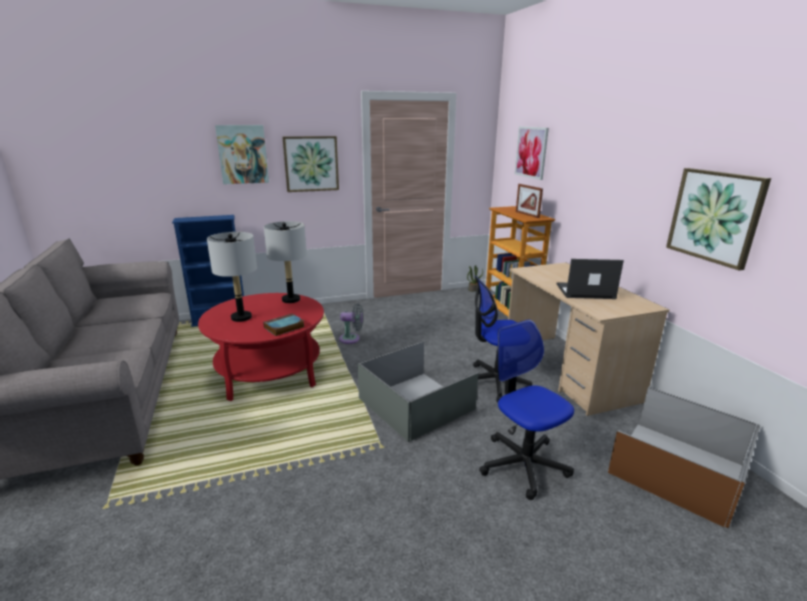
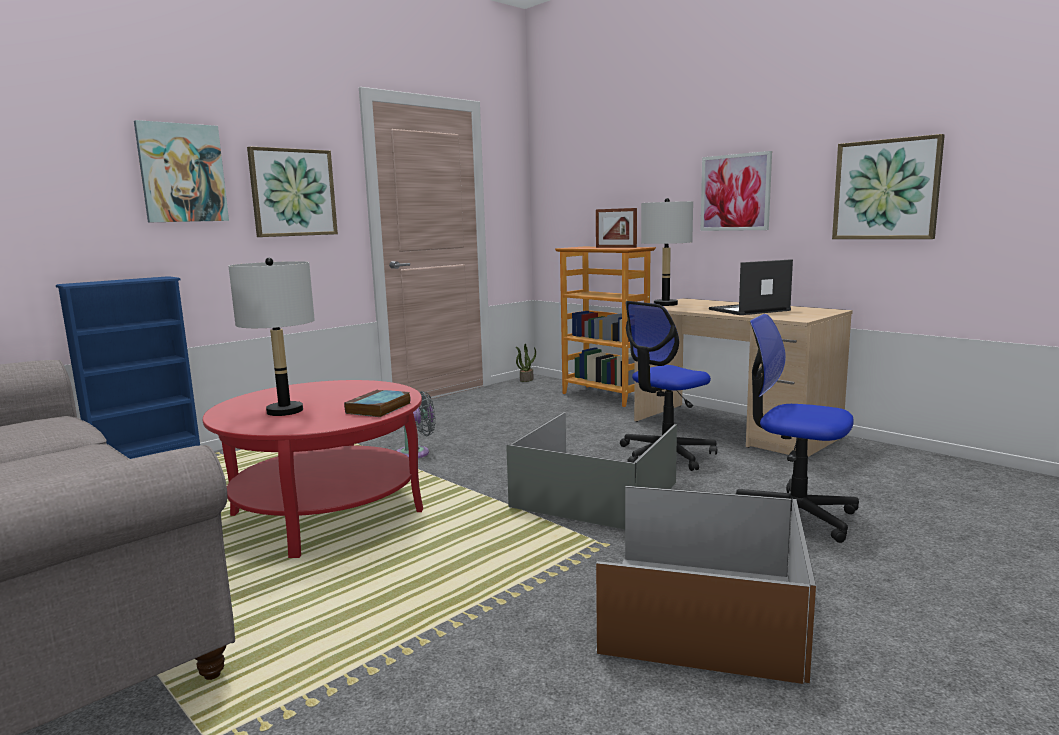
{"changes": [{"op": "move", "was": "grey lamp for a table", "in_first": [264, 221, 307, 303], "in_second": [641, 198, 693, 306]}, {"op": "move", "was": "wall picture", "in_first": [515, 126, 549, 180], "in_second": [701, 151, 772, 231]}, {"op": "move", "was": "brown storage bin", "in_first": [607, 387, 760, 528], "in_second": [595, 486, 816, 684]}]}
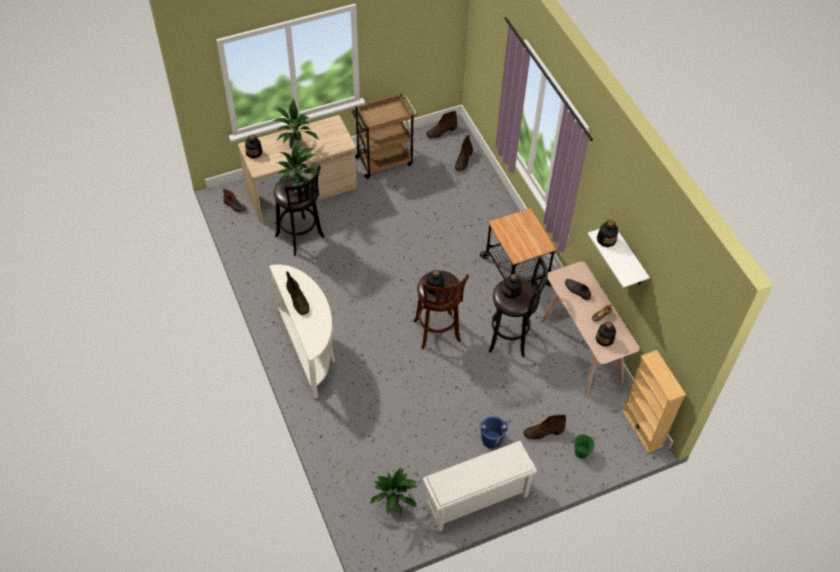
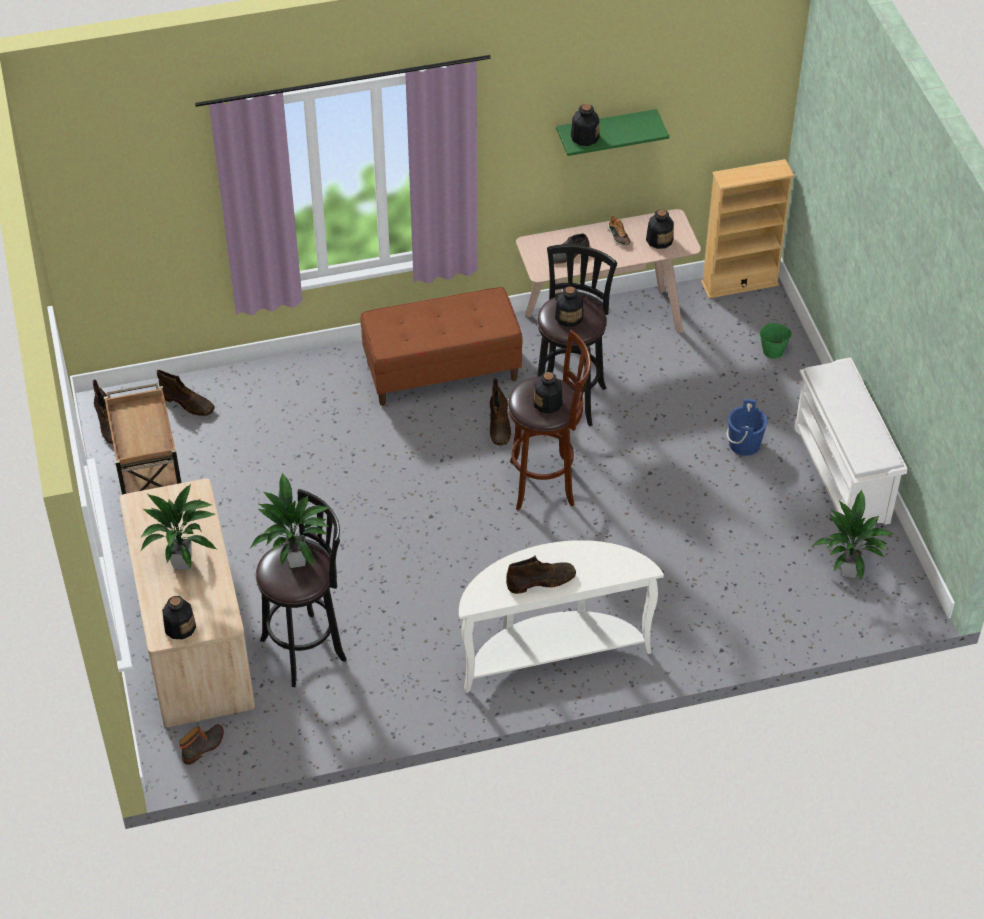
{"changes": [{"op": "move", "was": "brown tall boot", "in_first": [524, 415, 566, 440], "in_second": [490, 378, 511, 446]}, {"op": "replace", "was": "wheeled cart", "now": "brown long seat", "in_first": [480, 208, 557, 286], "in_second": [360, 287, 523, 406]}, {"op": "recolor", "was": "white wall shelf", "now": "green-coloured wall shelf", "in_first": [588, 229, 650, 288], "in_second": [556, 109, 669, 156]}]}
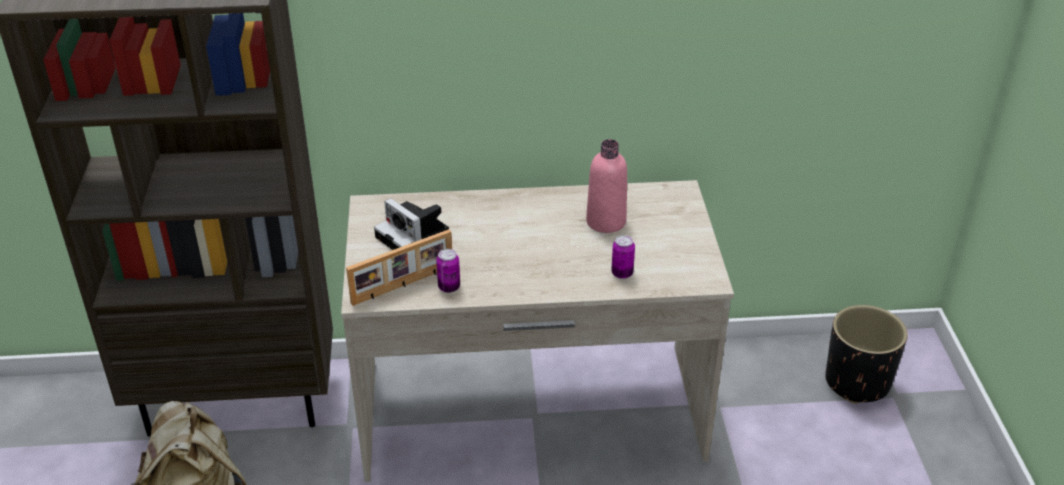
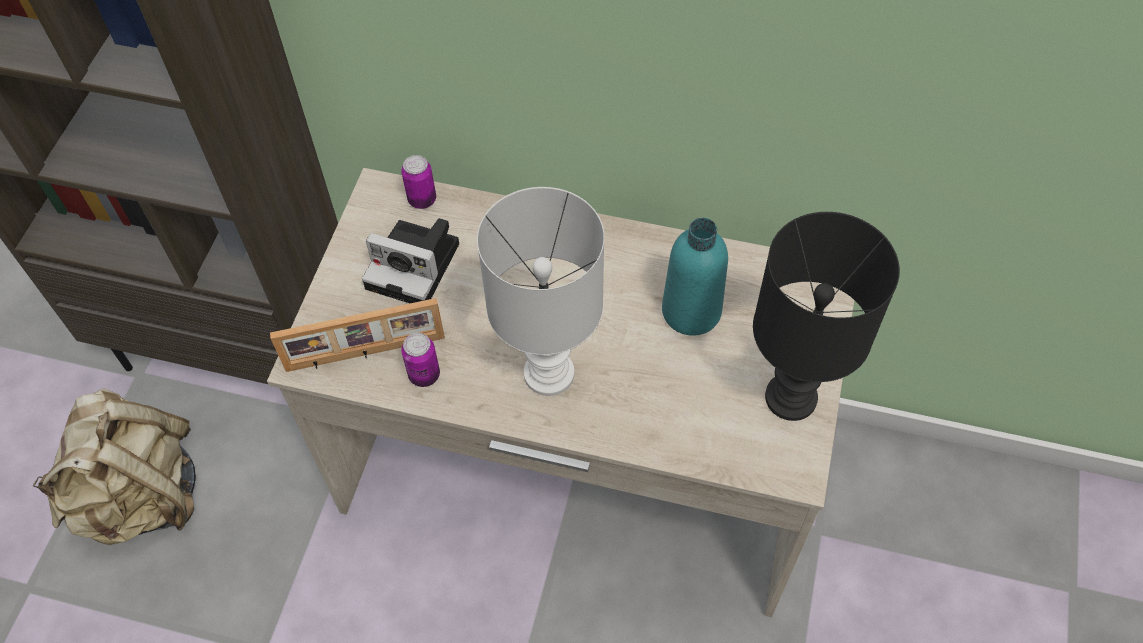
{"changes": [{"op": "delete", "was": "blackish planter", "in_first": [825, 305, 908, 404]}, {"op": "insert", "now": "white lamp for a table", "in_second": [477, 187, 604, 396]}, {"op": "insert", "now": "blackish lamp for a table", "in_second": [753, 212, 900, 421]}, {"op": "move", "was": "sealed can", "in_first": [611, 235, 635, 279], "in_second": [401, 155, 436, 209]}, {"op": "recolor", "was": "pink beverage bottle", "now": "blue-green beverage bottle", "in_first": [586, 139, 627, 233], "in_second": [662, 218, 728, 336]}, {"op": "rotate", "was": "photo camera", "in_first": [374, 198, 449, 250], "in_second": [362, 218, 459, 303], "clockwise": -45}]}
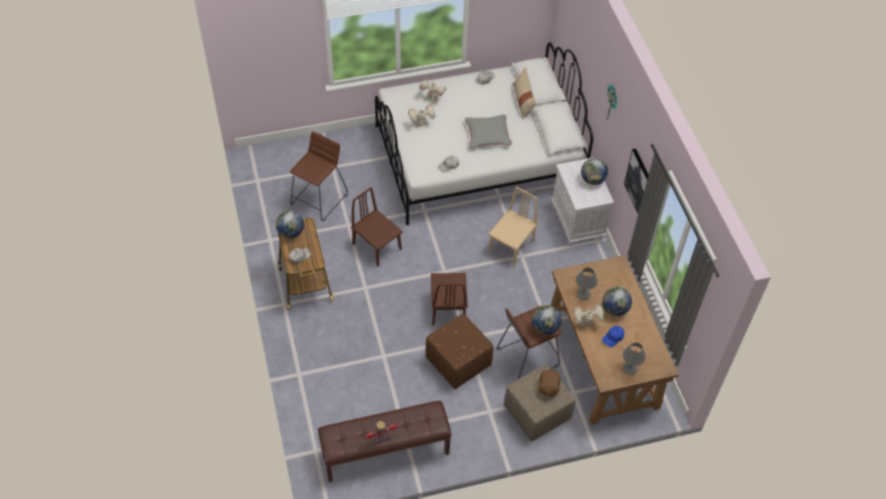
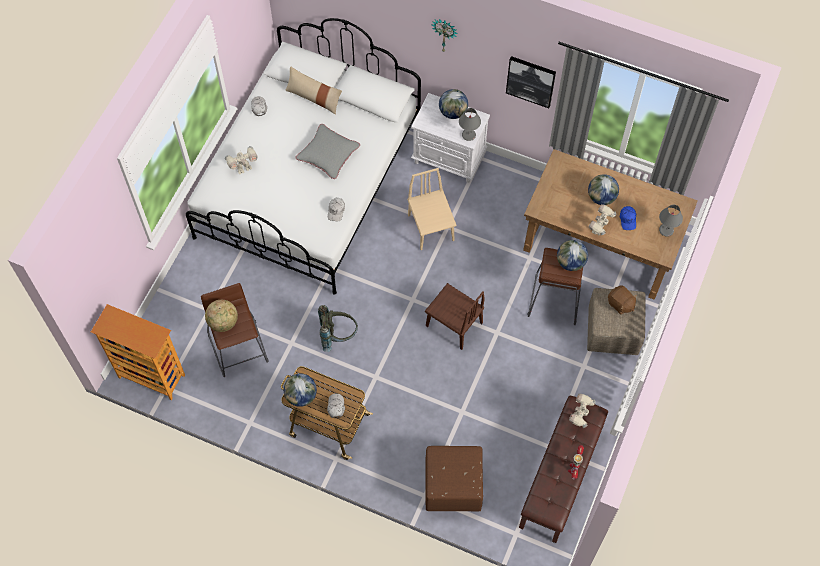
{"changes": [{"op": "insert", "now": "shelving unit", "in_second": [91, 304, 185, 400]}, {"op": "insert", "now": "world globe", "in_second": [205, 300, 238, 332]}, {"op": "move", "was": "toy robot", "in_first": [408, 105, 436, 127], "in_second": [569, 394, 596, 428]}, {"op": "move", "was": "brown ottoman", "in_first": [425, 314, 494, 389], "in_second": [426, 446, 483, 511]}, {"op": "move", "was": "grey lamp for a table", "in_first": [576, 267, 598, 300], "in_second": [459, 108, 481, 141]}, {"op": "replace", "was": "brown plain chair", "now": "grey backpack", "in_first": [351, 187, 403, 267], "in_second": [318, 305, 358, 352]}]}
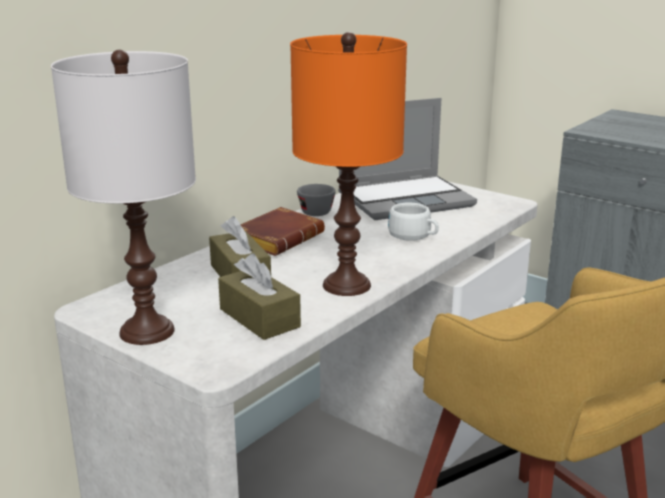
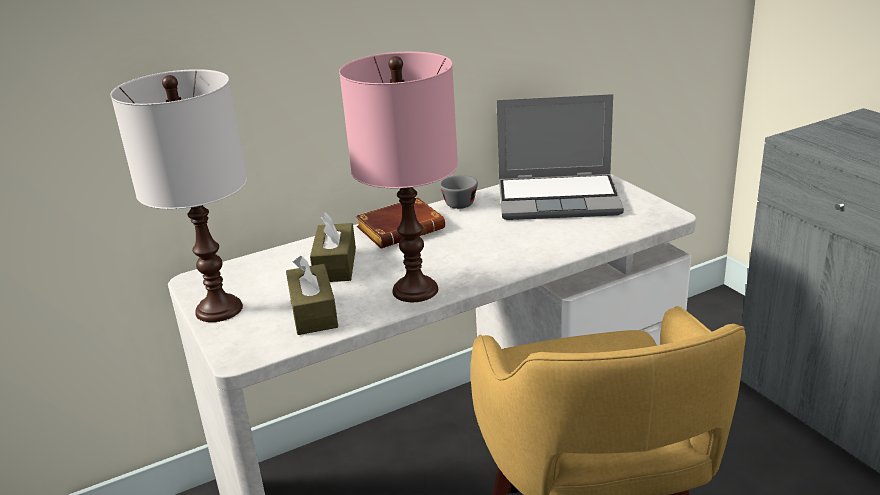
{"changes": [{"op": "delete", "was": "white cup", "in_first": [388, 203, 439, 241]}, {"op": "recolor", "was": "orange lamp for a table", "now": "pink lamp for a table", "in_first": [290, 32, 407, 296], "in_second": [339, 52, 458, 302]}]}
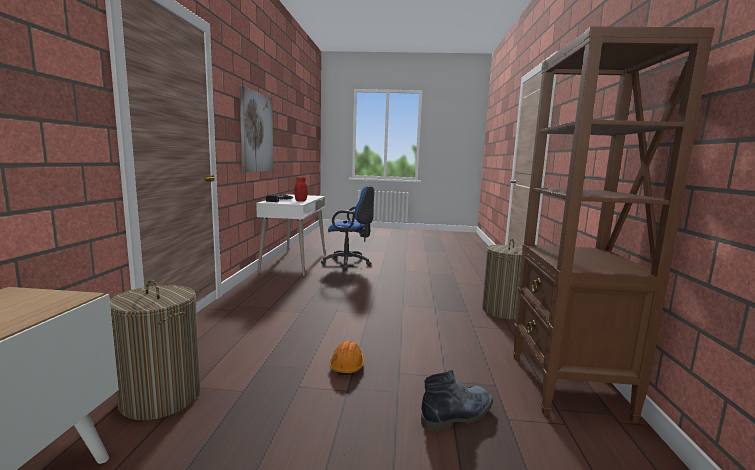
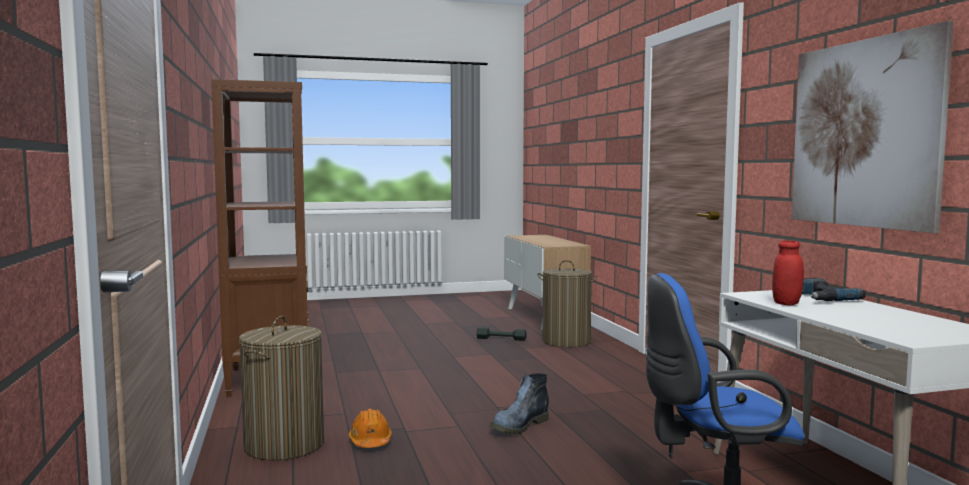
{"changes": [{"op": "insert", "now": "grey hand weight", "in_second": [477, 327, 527, 341]}, {"op": "move", "was": "orange work helmet", "in_first": [329, 341, 365, 375], "in_second": [349, 409, 392, 448]}, {"op": "move", "was": "tall boot", "in_first": [421, 370, 493, 432], "in_second": [489, 373, 549, 435]}]}
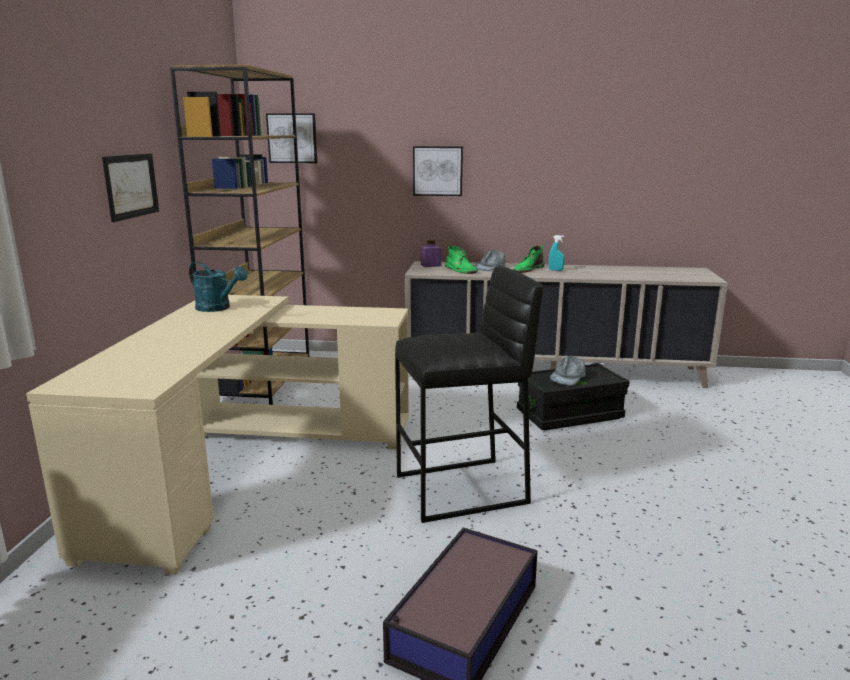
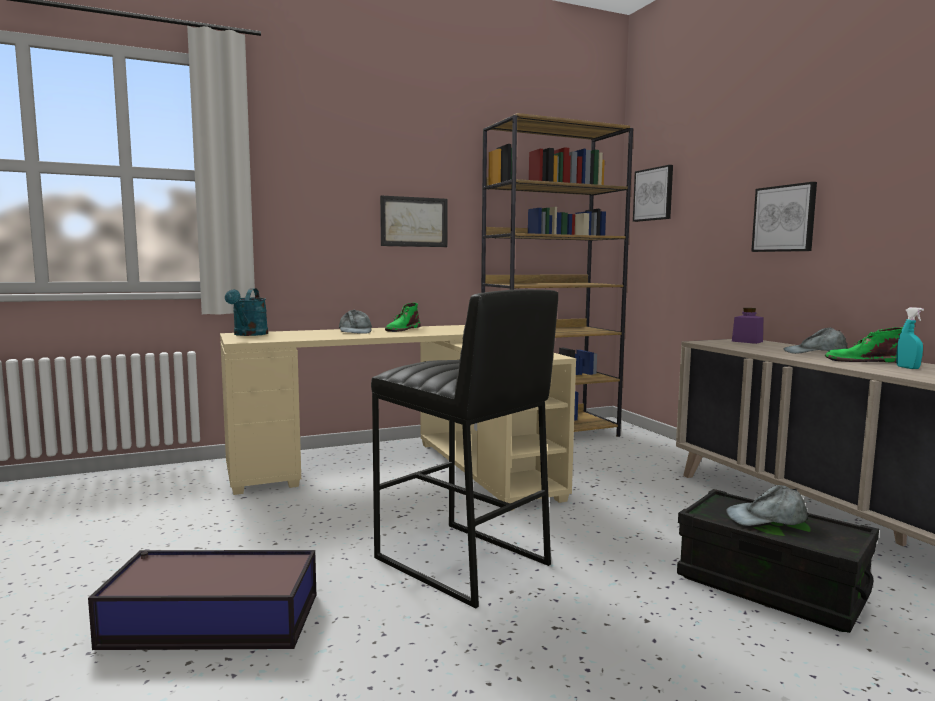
{"changes": [{"op": "insert", "now": "grey cap", "in_second": [339, 310, 372, 334]}, {"op": "move", "was": "blue-green watering can", "in_first": [189, 261, 247, 312], "in_second": [225, 288, 268, 336]}, {"op": "move", "was": "green-coloured tall boot", "in_first": [445, 246, 478, 274], "in_second": [385, 303, 421, 332]}]}
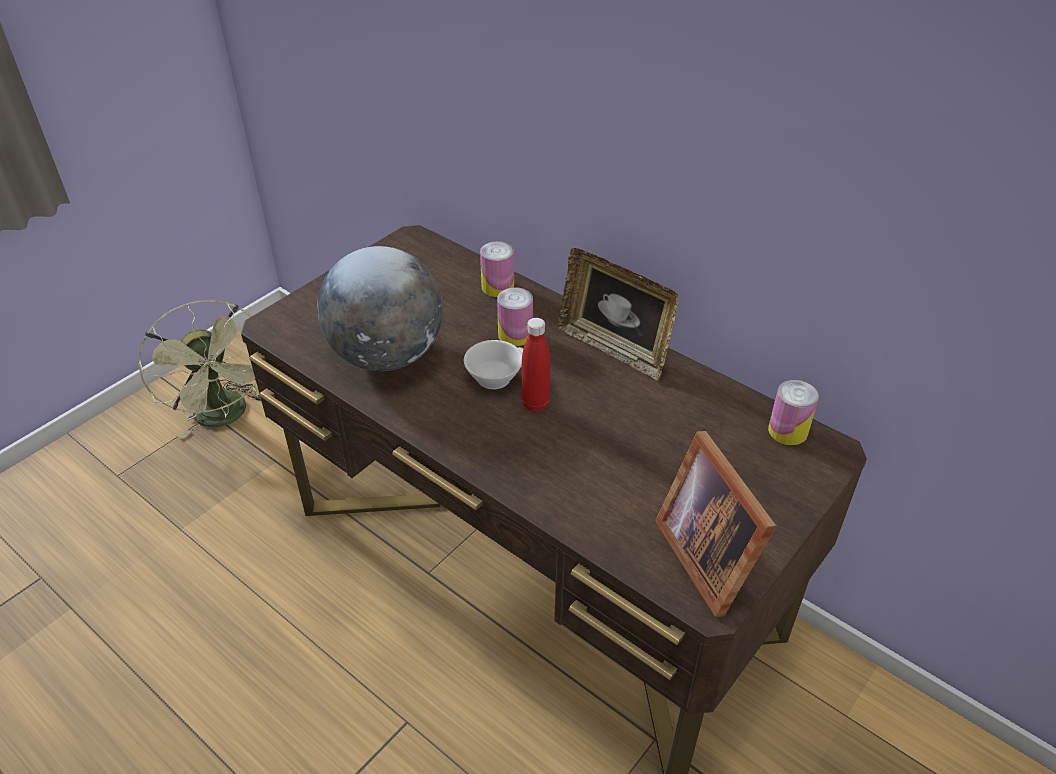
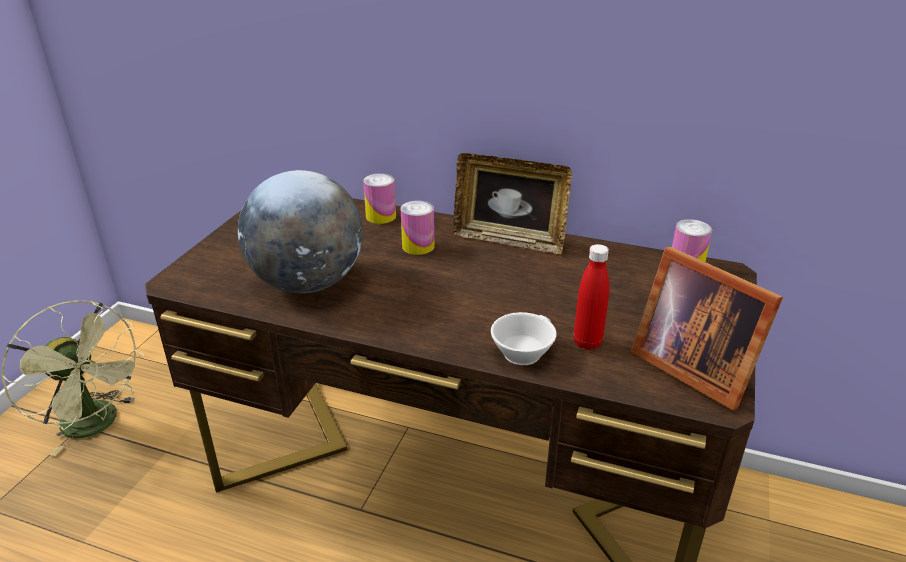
{"changes": [{"op": "move", "was": "white cup", "in_first": [464, 340, 523, 389], "in_second": [491, 312, 557, 365]}, {"op": "move", "was": "red-coloured beverage bottle", "in_first": [522, 318, 550, 412], "in_second": [574, 244, 609, 350]}]}
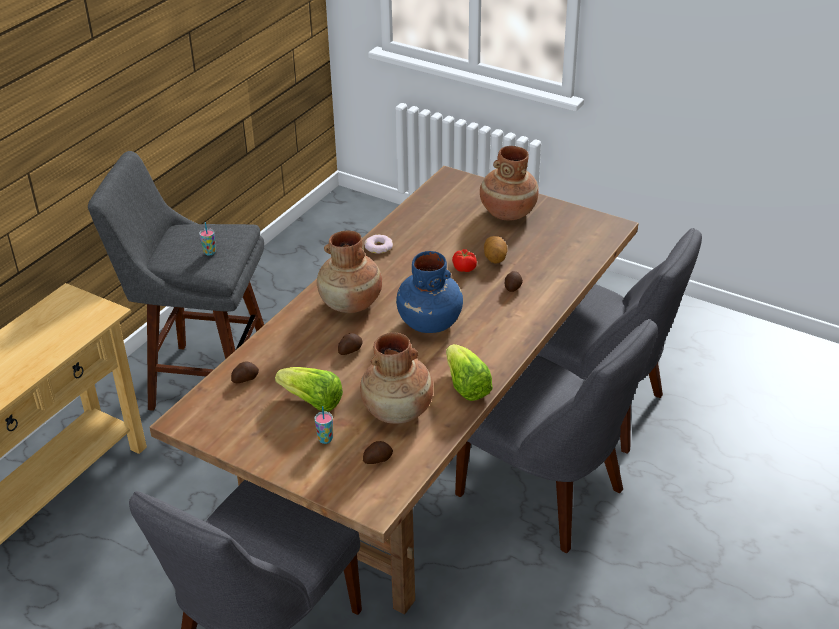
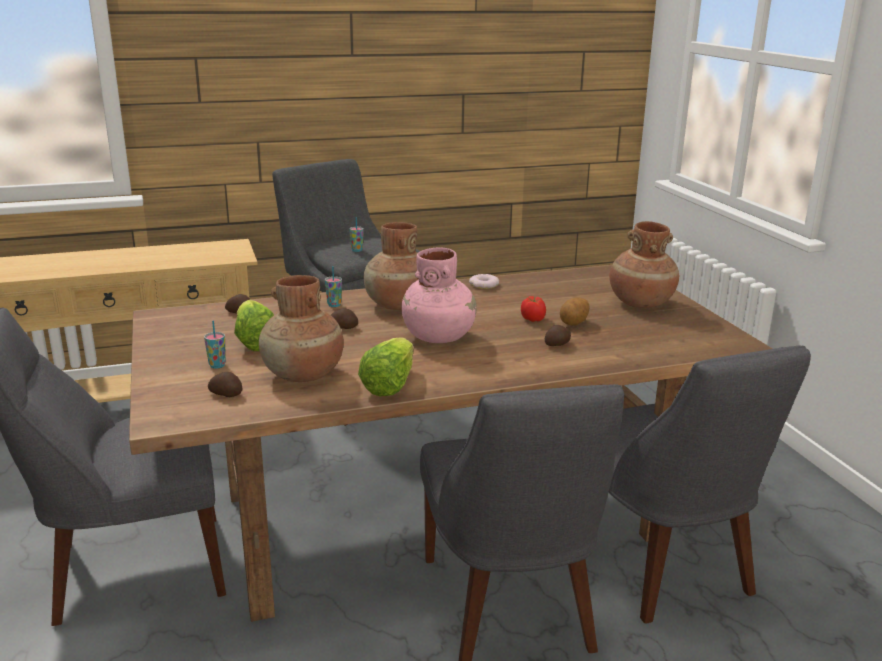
{"changes": [{"op": "insert", "now": "cup", "in_second": [325, 266, 342, 307]}, {"op": "recolor", "was": "blue-coloured flower vase", "now": "pink flower vase", "in_first": [396, 251, 463, 333], "in_second": [401, 247, 476, 343]}]}
